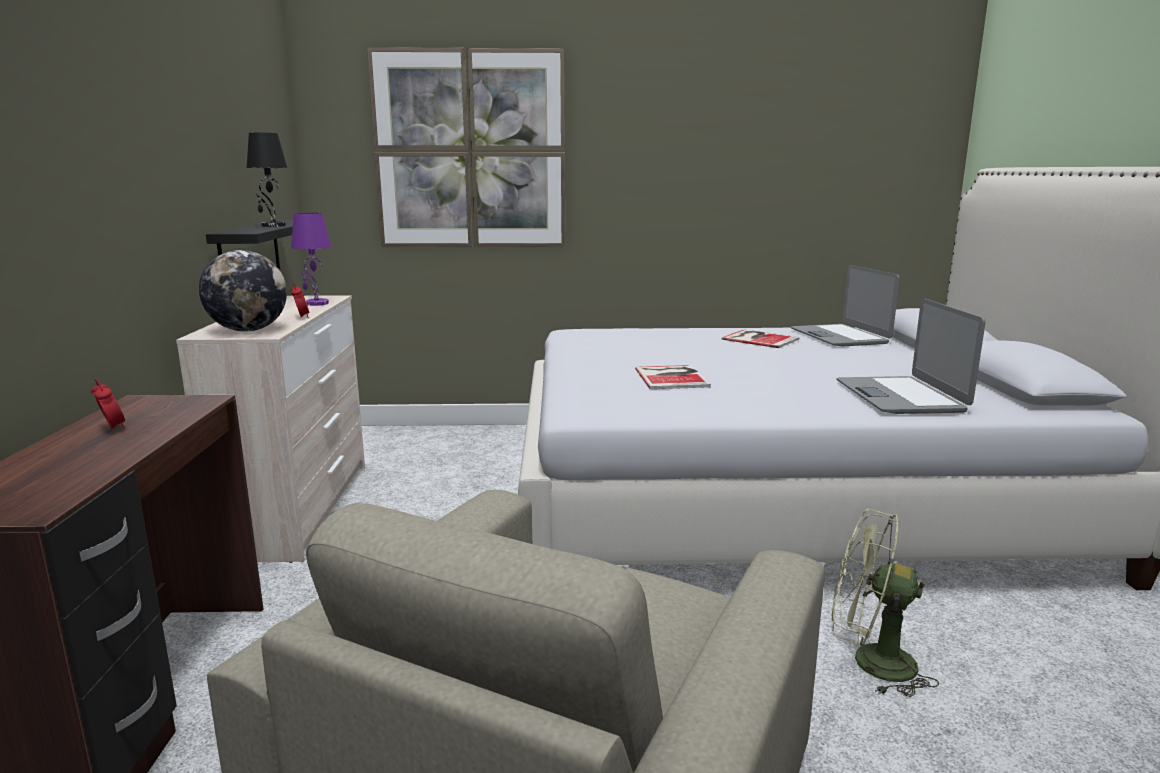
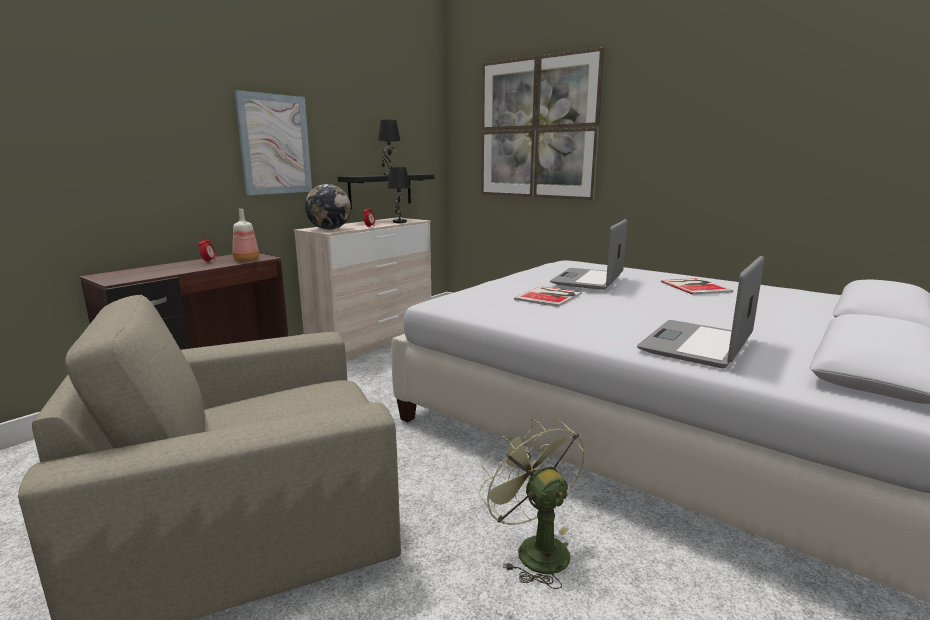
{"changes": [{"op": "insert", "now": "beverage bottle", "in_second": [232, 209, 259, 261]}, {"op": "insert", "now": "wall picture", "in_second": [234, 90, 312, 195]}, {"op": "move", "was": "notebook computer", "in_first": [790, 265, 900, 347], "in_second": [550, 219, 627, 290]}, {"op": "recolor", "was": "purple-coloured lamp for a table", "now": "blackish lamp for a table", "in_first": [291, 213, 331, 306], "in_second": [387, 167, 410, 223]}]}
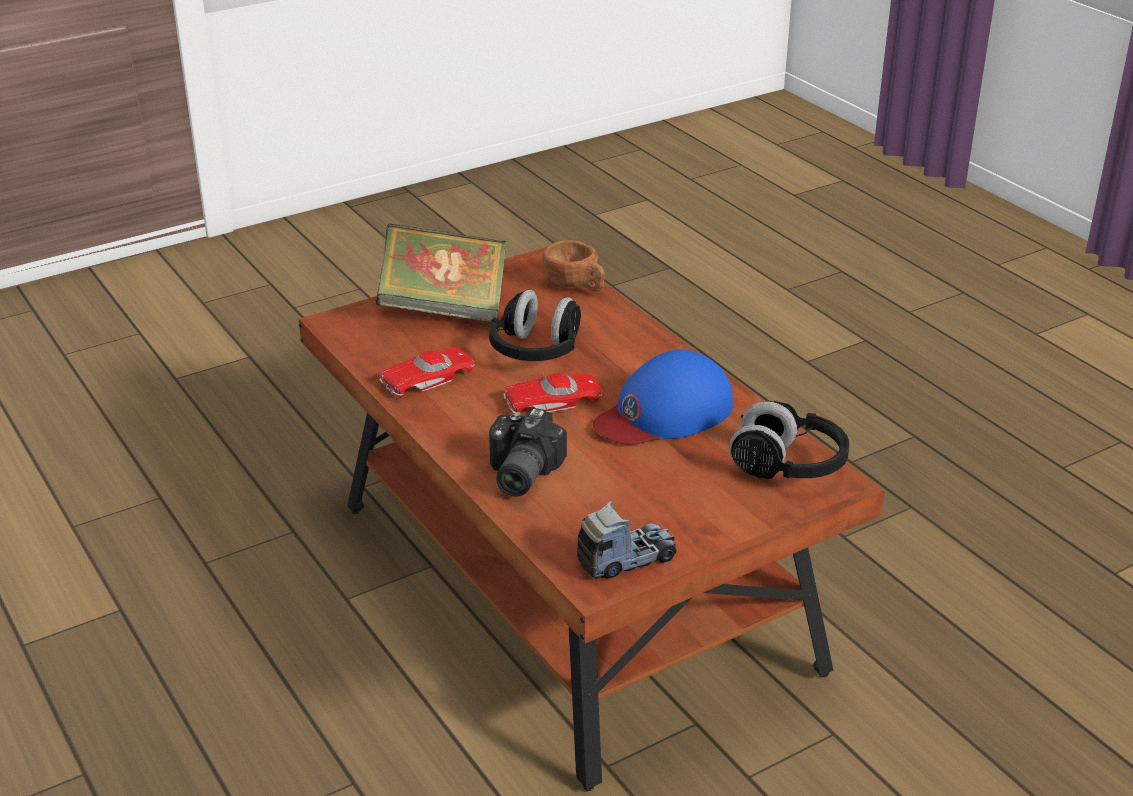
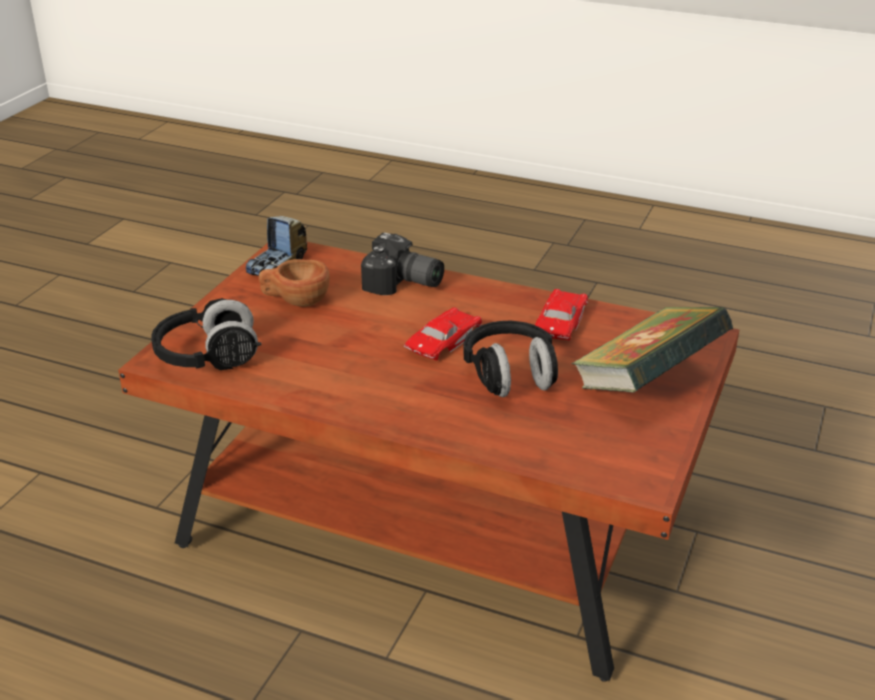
{"changes": [{"op": "delete", "was": "blue-coloured cap", "in_first": [593, 350, 733, 445]}, {"op": "move", "was": "brown cup", "in_first": [542, 240, 605, 292], "in_second": [259, 259, 330, 307]}, {"op": "rotate", "was": "photo camera", "in_first": [489, 408, 567, 497], "in_second": [361, 233, 444, 295], "clockwise": 135}]}
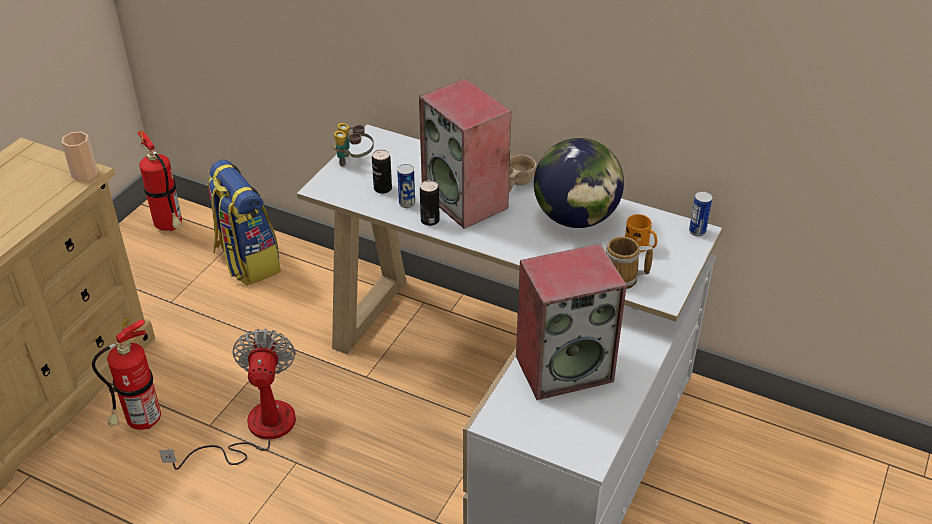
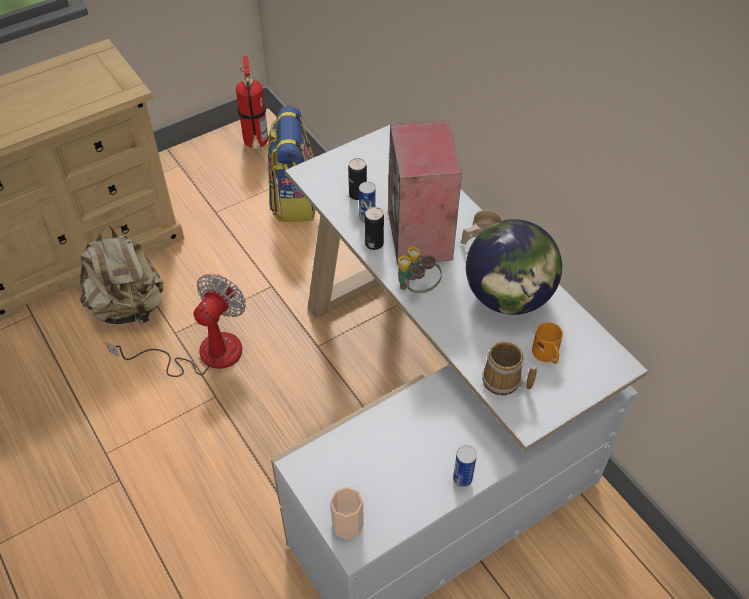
{"changes": [{"op": "delete", "was": "audio speaker", "in_first": [516, 244, 627, 400]}, {"op": "move", "was": "cup", "in_first": [61, 132, 98, 181], "in_second": [330, 487, 364, 540]}, {"op": "move", "was": "binoculars", "in_first": [333, 123, 374, 166], "in_second": [398, 246, 442, 293]}, {"op": "move", "was": "sealed can", "in_first": [689, 191, 712, 236], "in_second": [453, 445, 477, 487]}, {"op": "replace", "was": "extinguisher", "now": "beige-coloured backpack", "in_first": [92, 318, 161, 430], "in_second": [80, 225, 164, 325]}]}
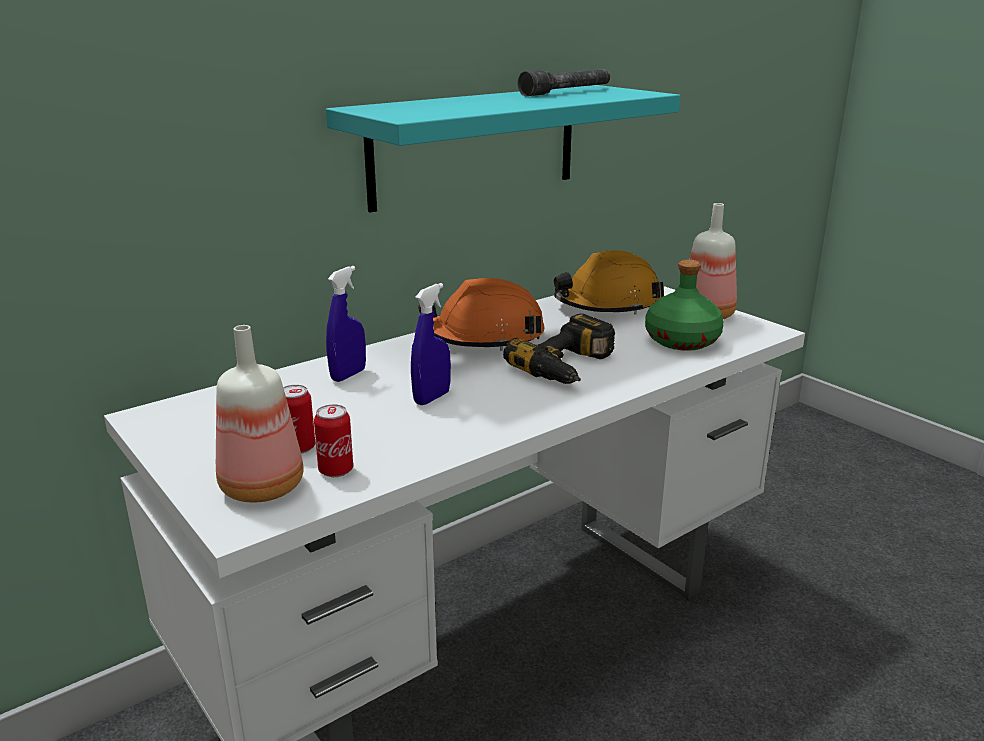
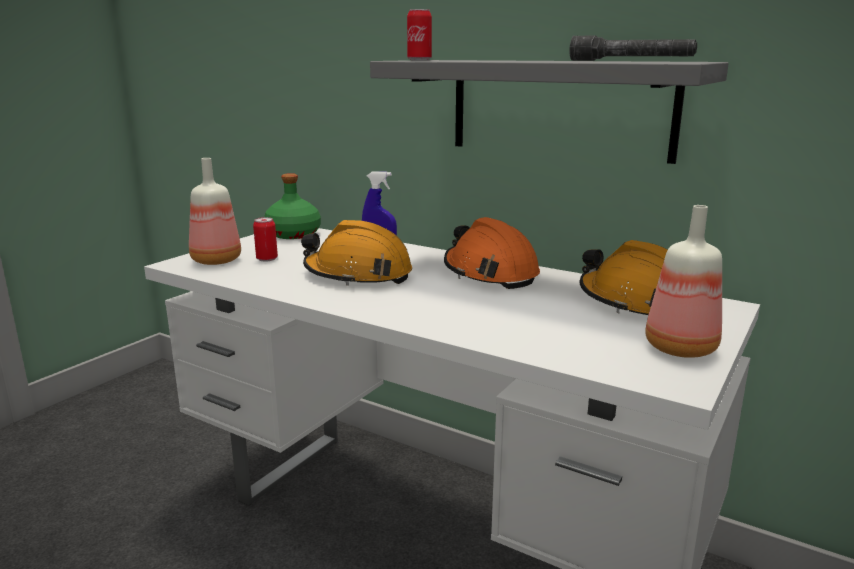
{"changes": [{"op": "delete", "was": "drill", "in_first": [503, 314, 615, 384]}, {"op": "move", "was": "sealed can", "in_first": [314, 404, 353, 477], "in_second": [407, 9, 432, 60]}, {"op": "move", "was": "green-coloured beverage bottle", "in_first": [645, 260, 724, 351], "in_second": [264, 173, 321, 239]}, {"op": "replace", "was": "blue-coloured hand sprayer", "now": "orange work helmet", "in_first": [411, 283, 451, 405], "in_second": [301, 220, 412, 286]}, {"op": "recolor", "was": "blue-green wall shelf", "now": "grey wall shelf", "in_first": [326, 85, 680, 213], "in_second": [370, 60, 729, 164]}]}
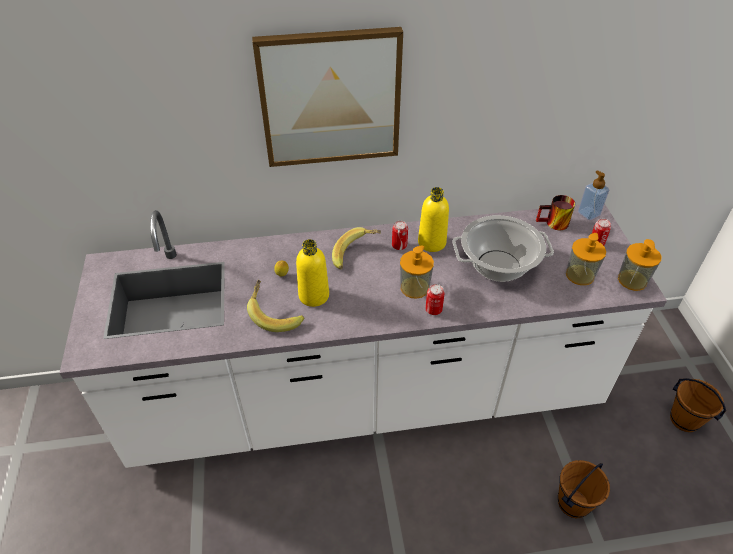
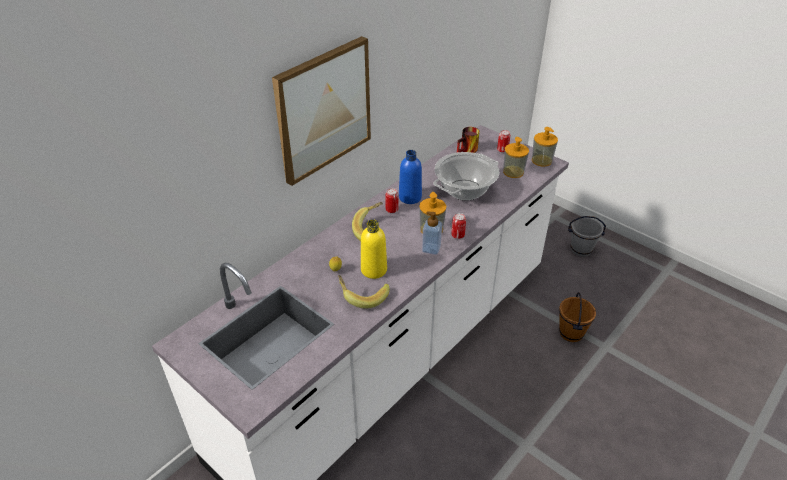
{"changes": [{"op": "move", "was": "soap bottle", "in_first": [578, 170, 609, 220], "in_second": [422, 212, 442, 255]}, {"op": "recolor", "was": "yellowish beverage bottle", "now": "blue-coloured beverage bottle", "in_first": [418, 187, 449, 252], "in_second": [399, 150, 422, 204]}, {"op": "recolor", "was": "brown bucket", "now": "grey bucket", "in_first": [670, 378, 726, 432], "in_second": [568, 216, 606, 257]}]}
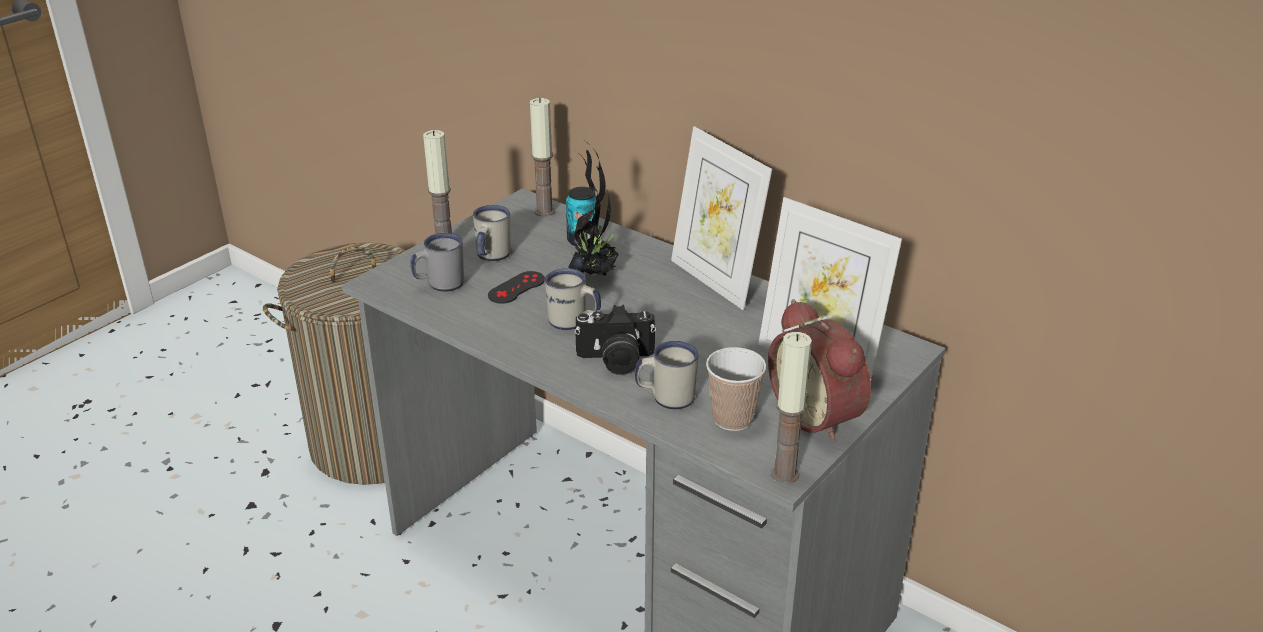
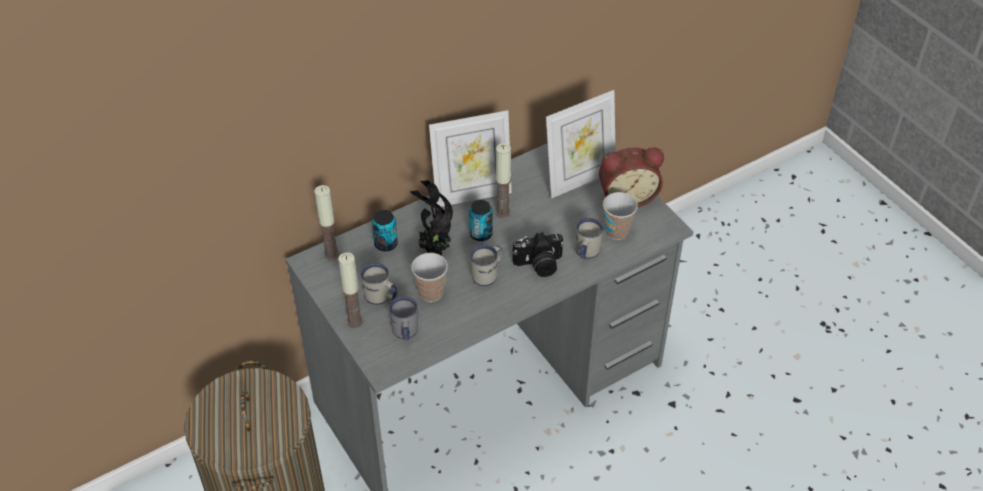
{"changes": [{"op": "insert", "now": "sealed can", "in_second": [469, 200, 493, 241]}, {"op": "move", "was": "wax light", "in_first": [771, 332, 812, 484], "in_second": [495, 143, 511, 218]}, {"op": "replace", "was": "blackish gamepad", "now": "cup", "in_first": [488, 271, 545, 304], "in_second": [411, 253, 448, 302]}, {"op": "rotate", "was": "photo camera", "in_first": [574, 305, 656, 375], "in_second": [513, 232, 564, 277], "clockwise": 60}]}
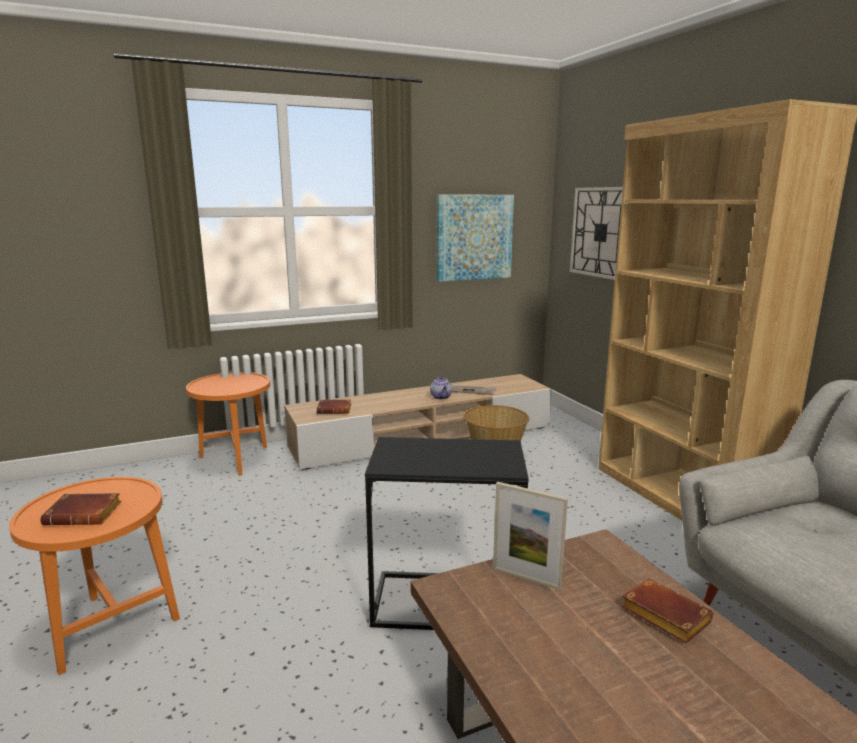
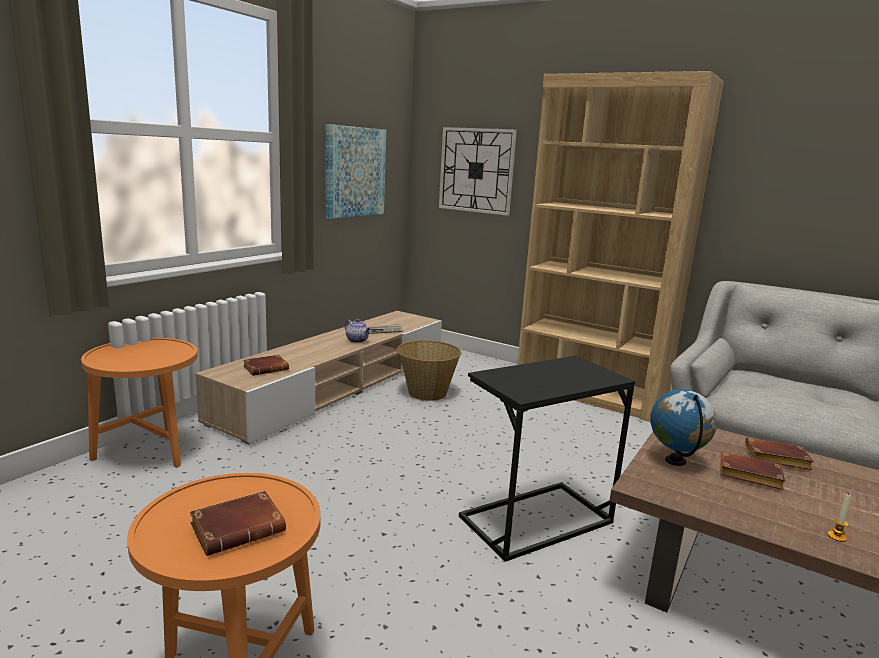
{"changes": [{"op": "insert", "now": "brown bound book", "in_second": [720, 451, 786, 490]}, {"op": "insert", "now": "wax light", "in_second": [827, 494, 851, 542]}, {"op": "replace", "was": "photo frame", "now": "world globe", "in_first": [493, 482, 568, 590], "in_second": [650, 389, 717, 466]}]}
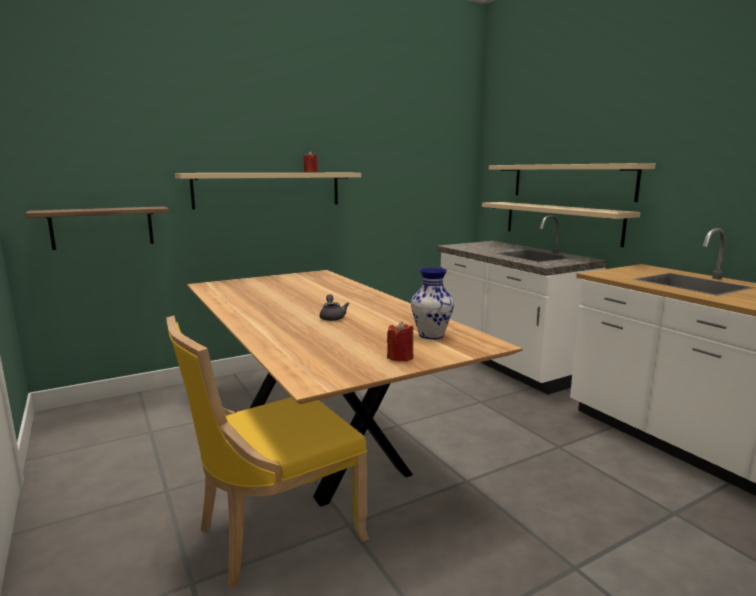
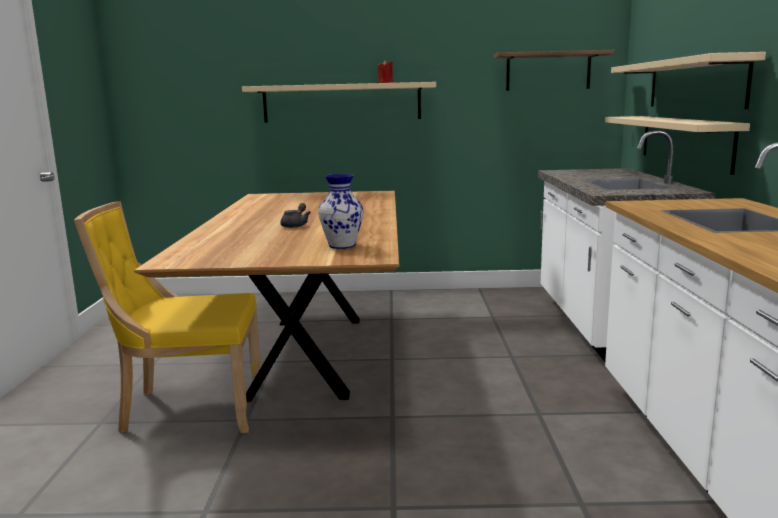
{"changes": [{"op": "delete", "was": "red-coloured wax light", "in_first": [387, 321, 413, 362]}, {"op": "move", "was": "wall shelf", "in_first": [25, 206, 169, 250], "in_second": [494, 50, 615, 91]}]}
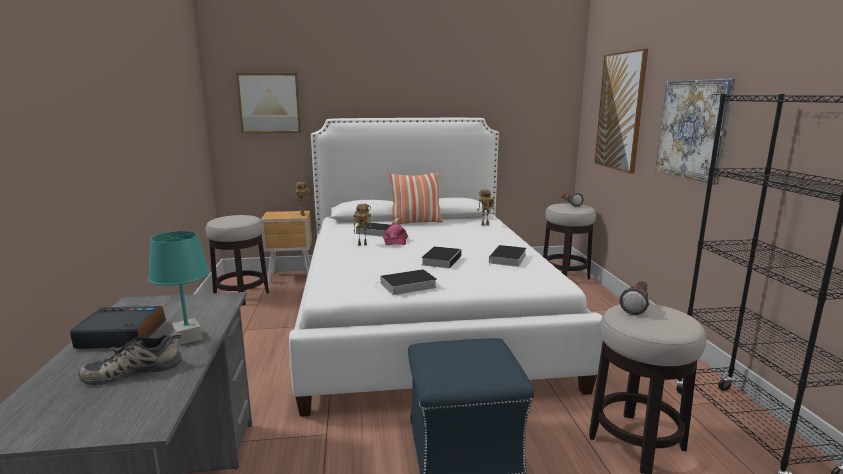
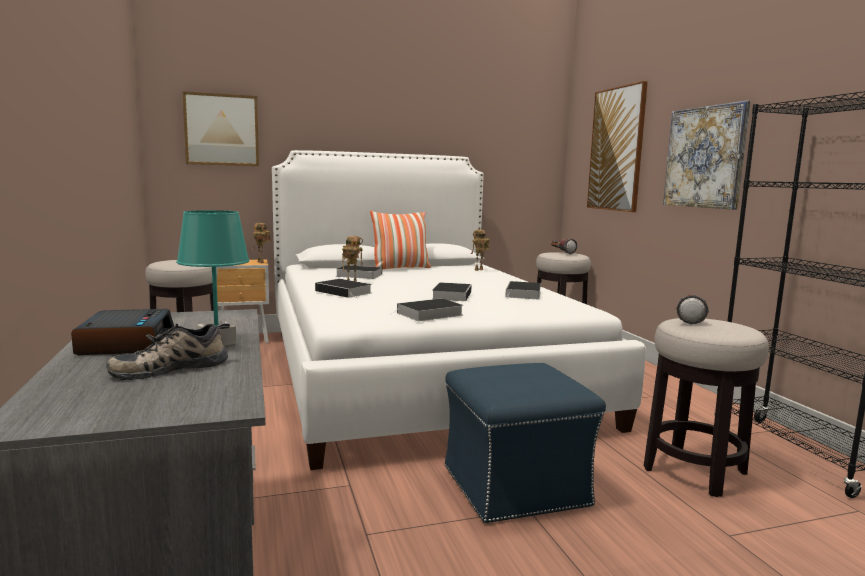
{"changes": [{"op": "delete", "was": "pink cap", "in_first": [383, 224, 408, 245]}, {"op": "insert", "now": "bound book", "in_second": [315, 279, 372, 299]}, {"op": "rotate", "was": "bedside clock", "in_first": [70, 306, 166, 349], "in_second": [71, 309, 174, 355], "clockwise": 90}]}
